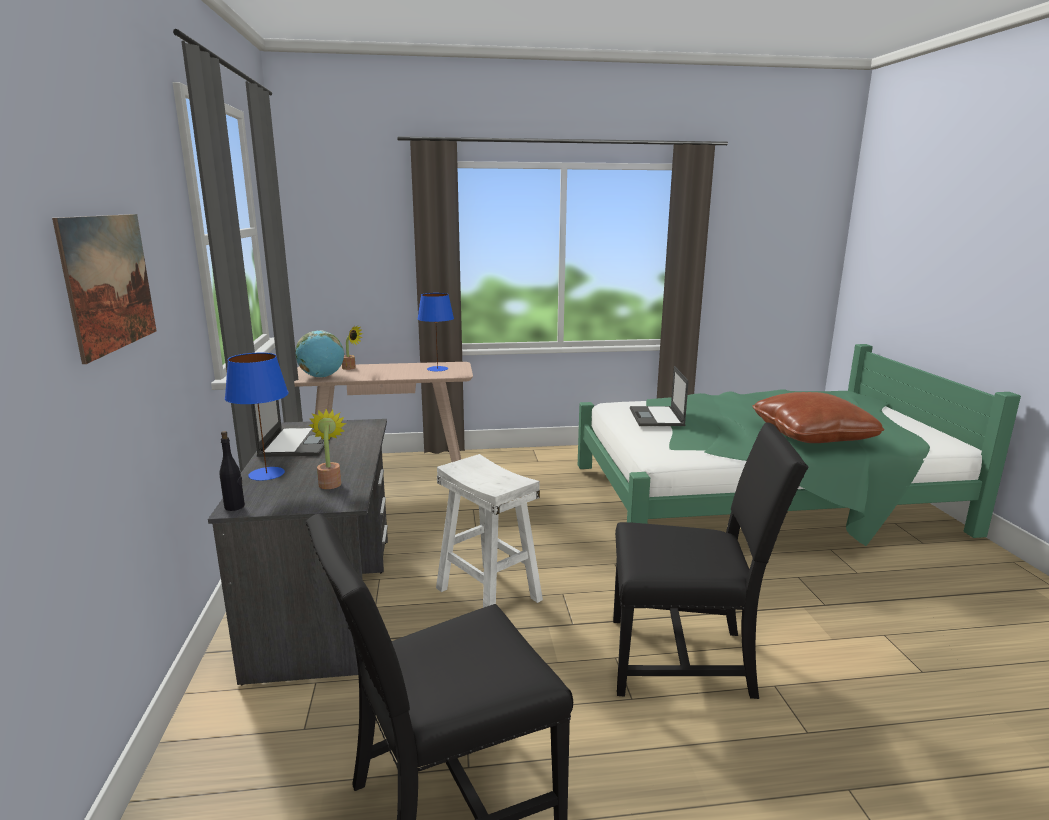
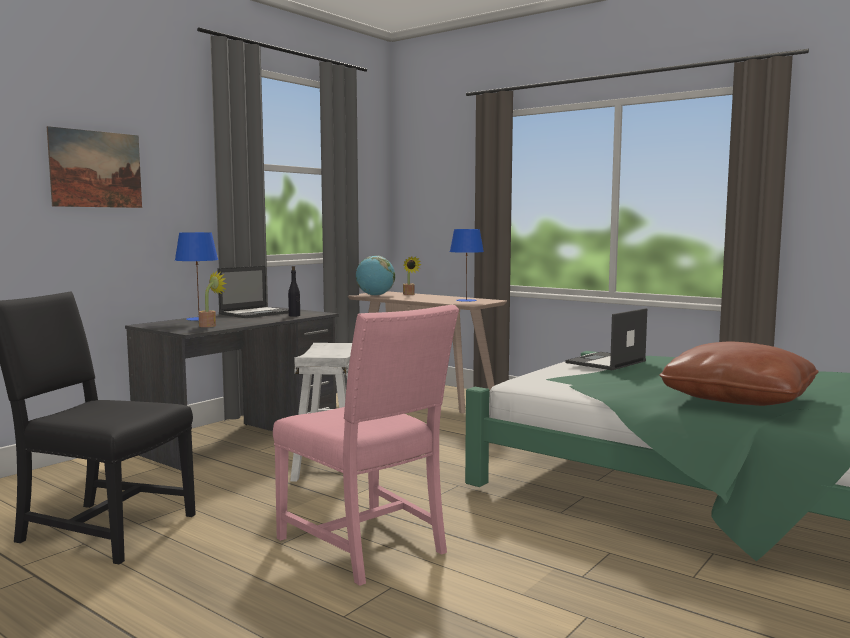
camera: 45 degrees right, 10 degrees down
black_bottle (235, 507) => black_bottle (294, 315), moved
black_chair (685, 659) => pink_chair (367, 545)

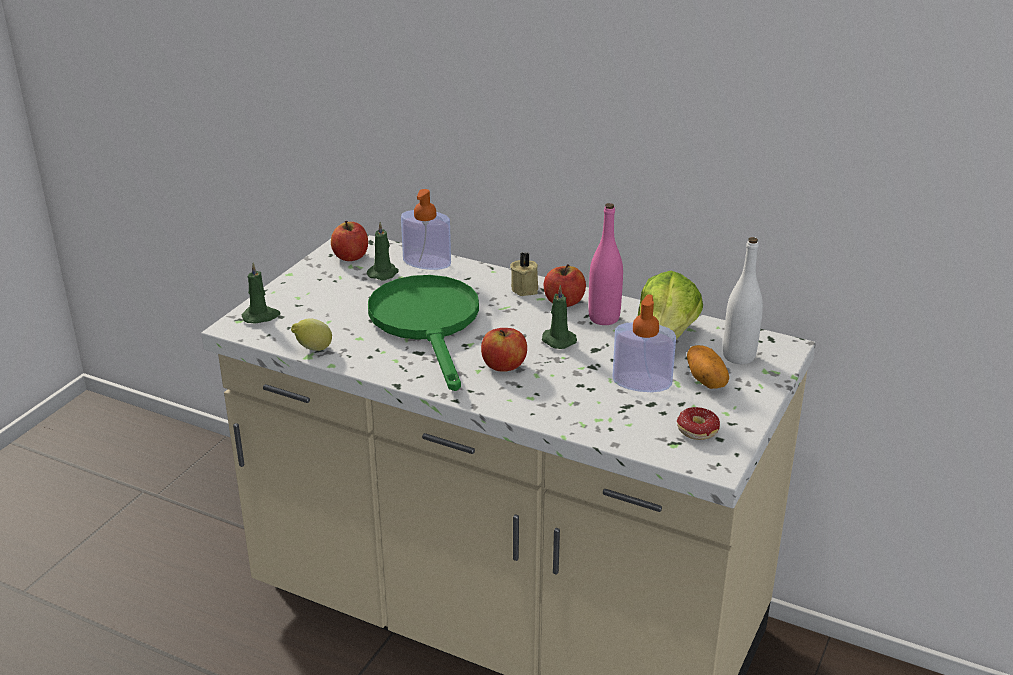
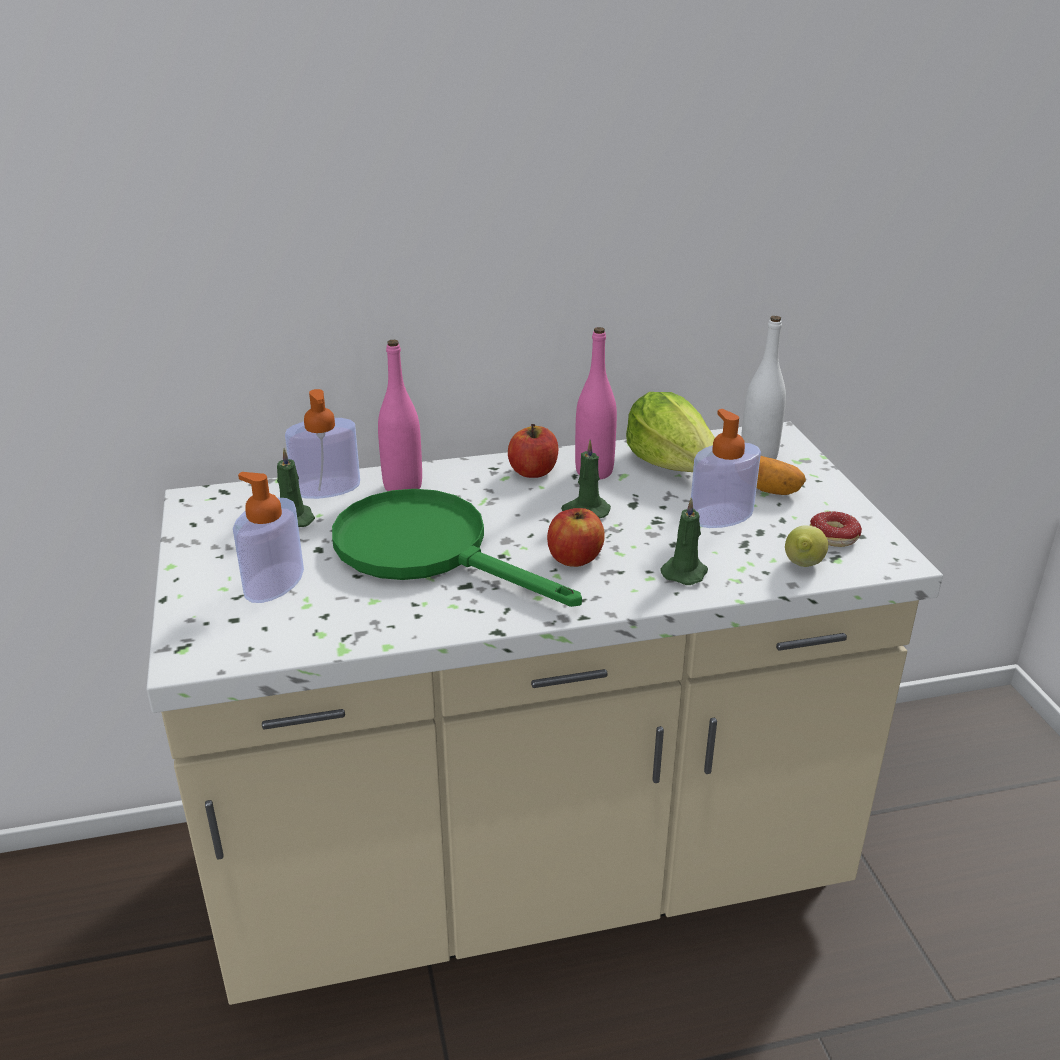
camera: 40 degrees left, 0 degrees up
apple (351, 256) => nothing
beige_candle (525, 288) => nothing
nothing => soap_dispenser (274, 582)
nothing => pink_bottle (403, 487)
green_candle (261, 316) => green_candle (685, 572), moved
lemon (313, 349) => lemon (802, 566), moved

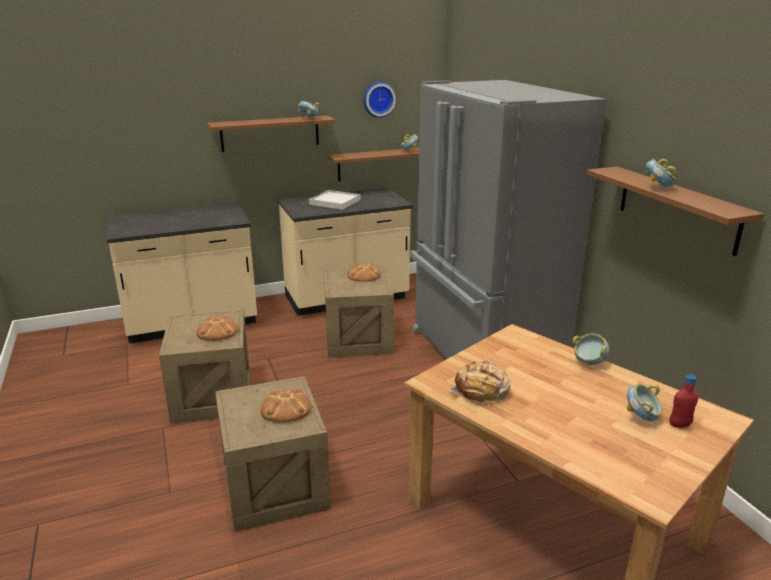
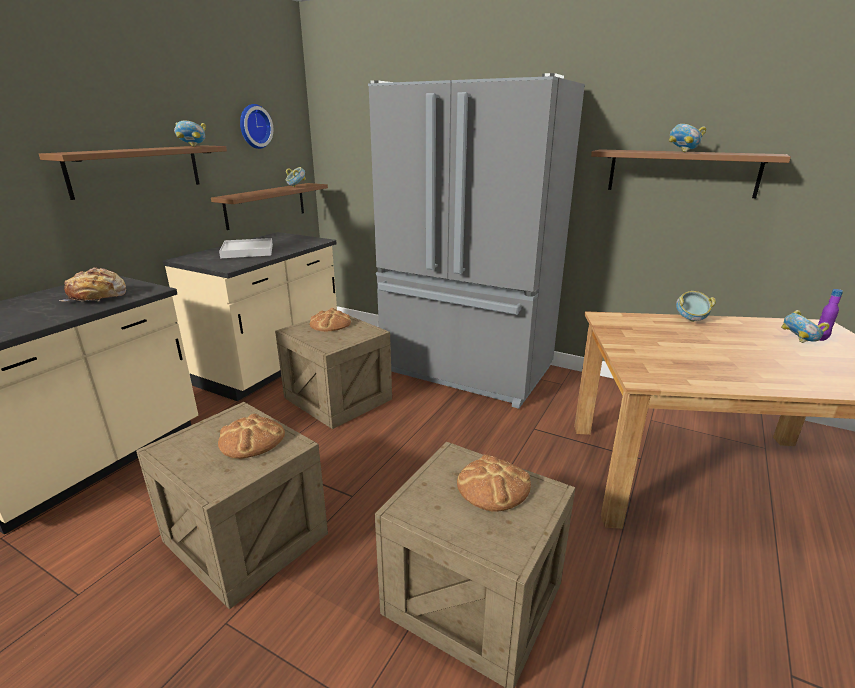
camera: 40 degrees left, 0 degrees up
bread (481, 391) => bread (98, 297), moved
red_bottle (680, 425) => purple_bottle (821, 338)

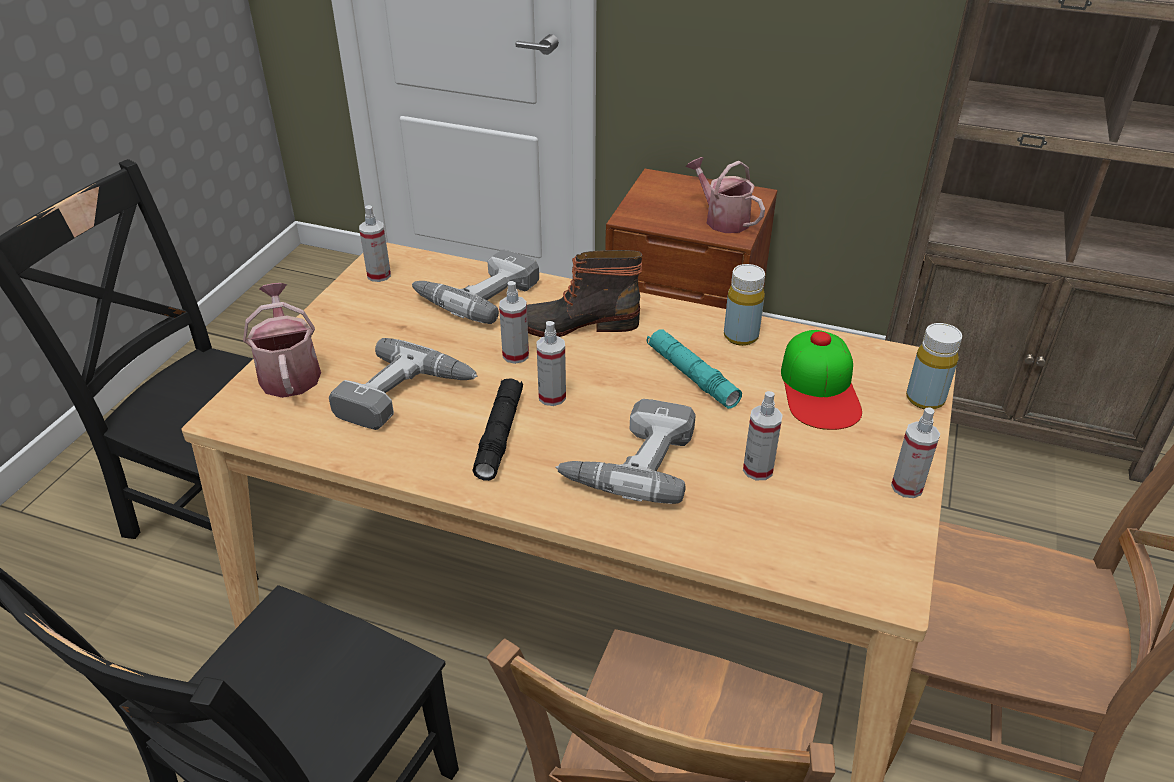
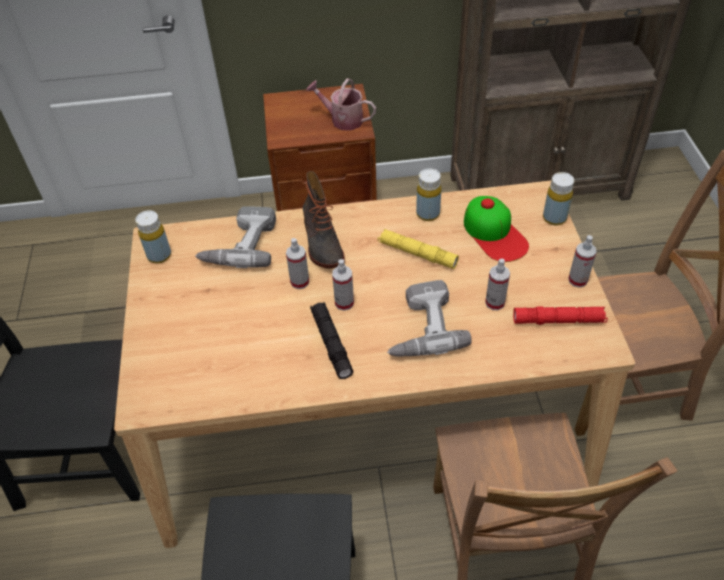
camera: 25 degrees left, 10 degrees up
watering_can (289, 372) => nothing
power_drill (405, 397) => nothing
nothing => red_flashlight (558, 320)
spray_bottle (379, 275) => yellow_bottle (159, 255)
turquoise_flashlight (691, 375) => yellow_flashlight (417, 253)
boot (576, 323) => boot (321, 243), 75 degrees counterclockwise

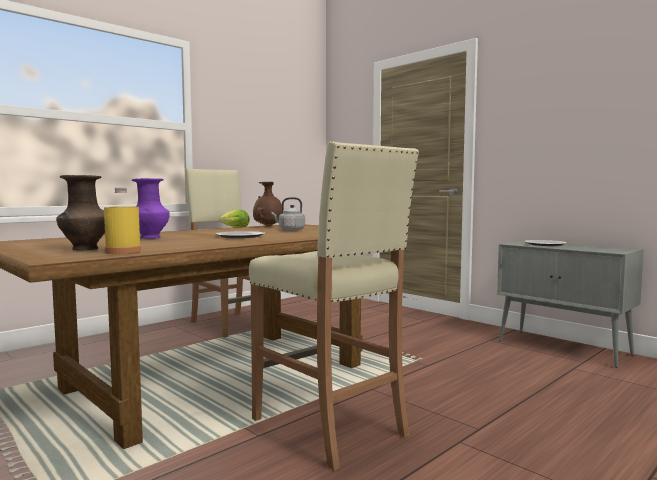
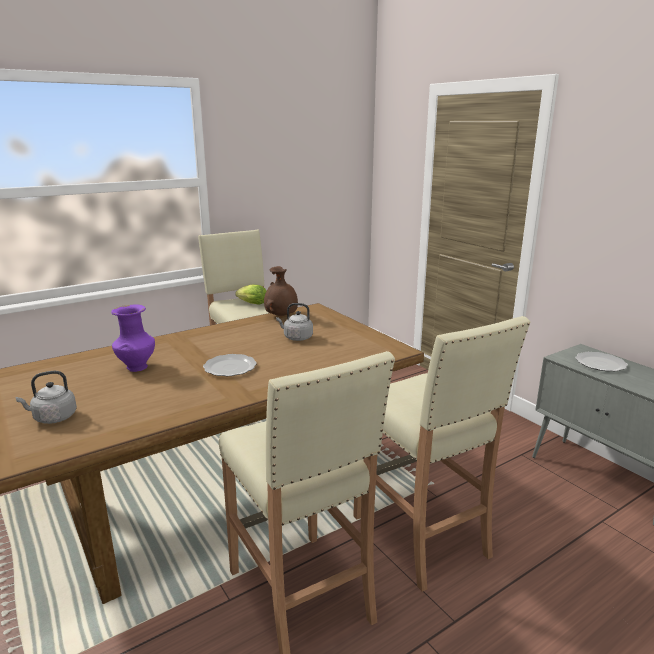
camera: 10 degrees right, 15 degrees up
yellow_bottle (123, 252) => nothing
nothing => beige_stool (421, 536)
brown_vase (84, 249) => grey_kettle (53, 418)

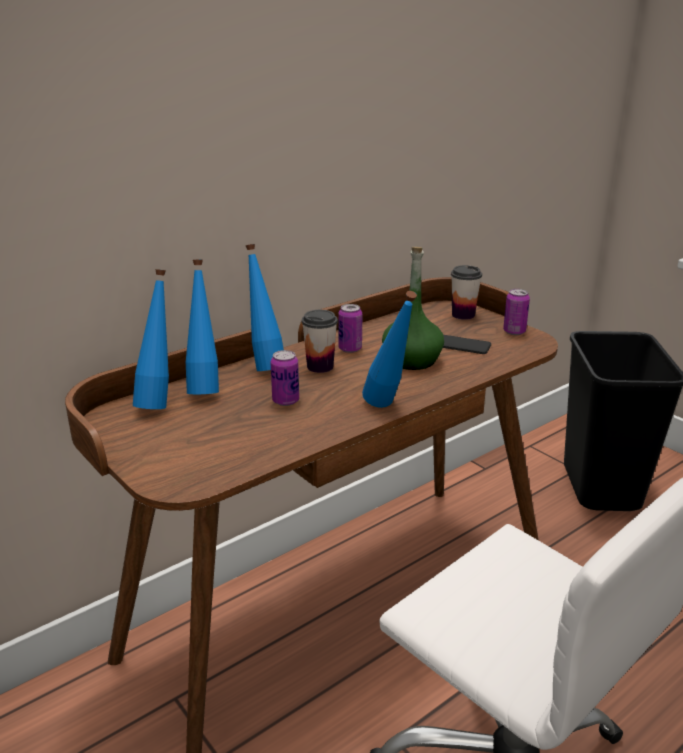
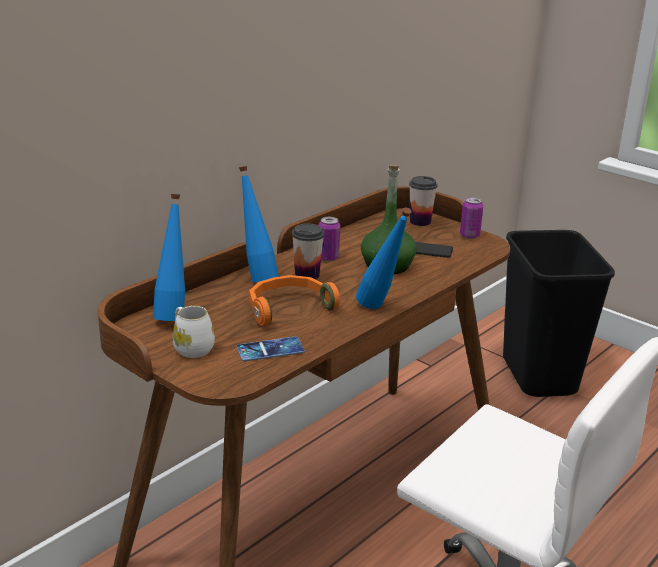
camera: 10 degrees left, 0 degrees up
blue_bottle (205, 389) => nothing
nothing => white_mug (191, 347)
nothing => phone (270, 349)
can (285, 401) => orange_headphones (288, 308)

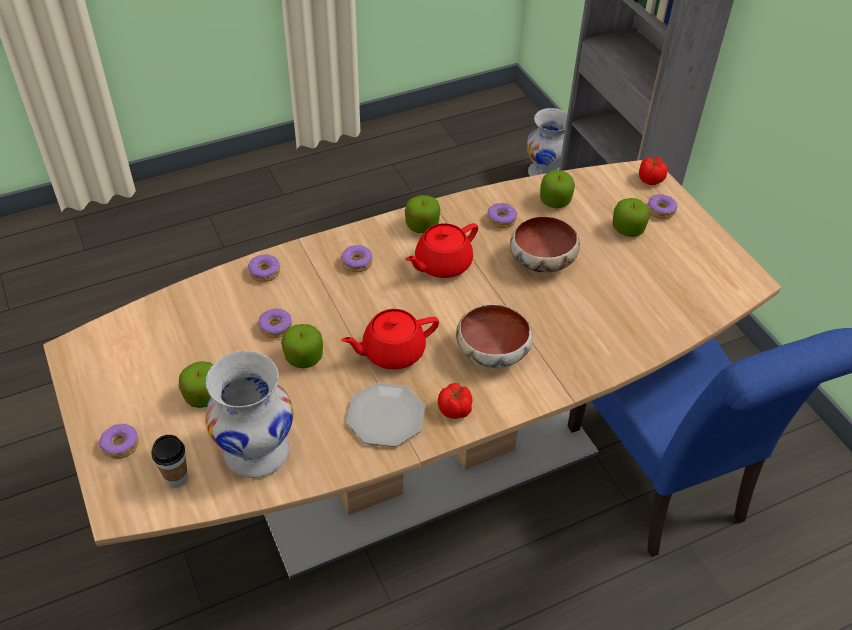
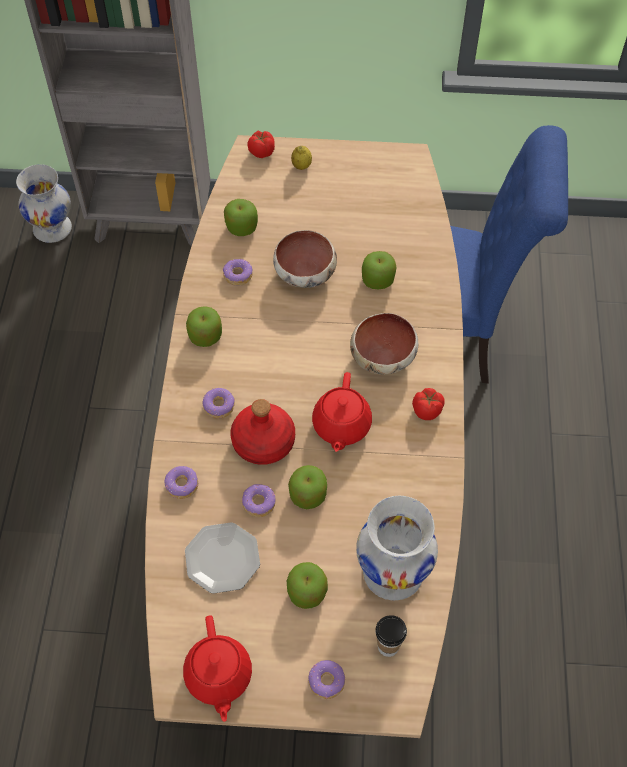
camera: 60 degrees left, 10 degrees up
nothing => red_bottle (264, 441)
plate (385, 416) => plate (222, 559), moved
red_teapot (442, 264) => red_teapot (218, 676), moved
apple (628, 229) => apple (377, 280), moved
donut (660, 210) => lemon (301, 166)

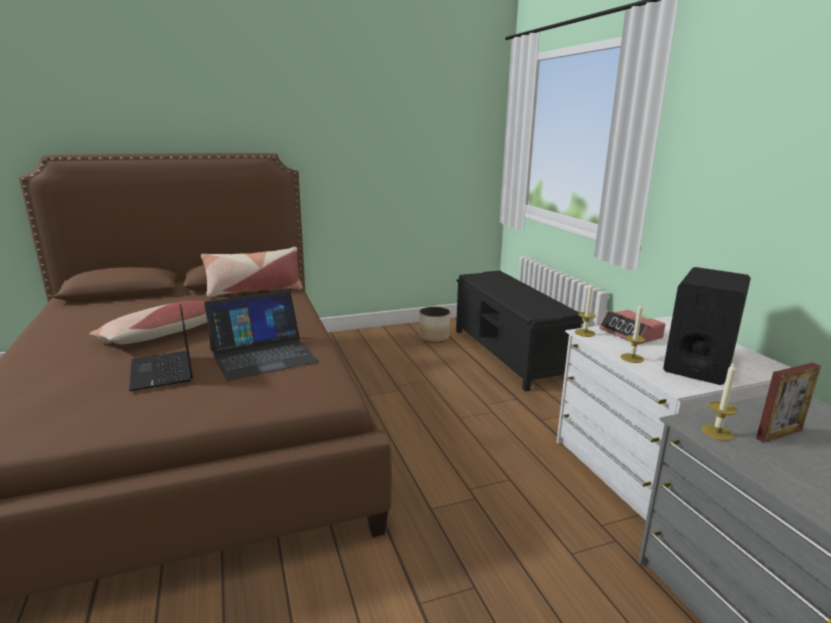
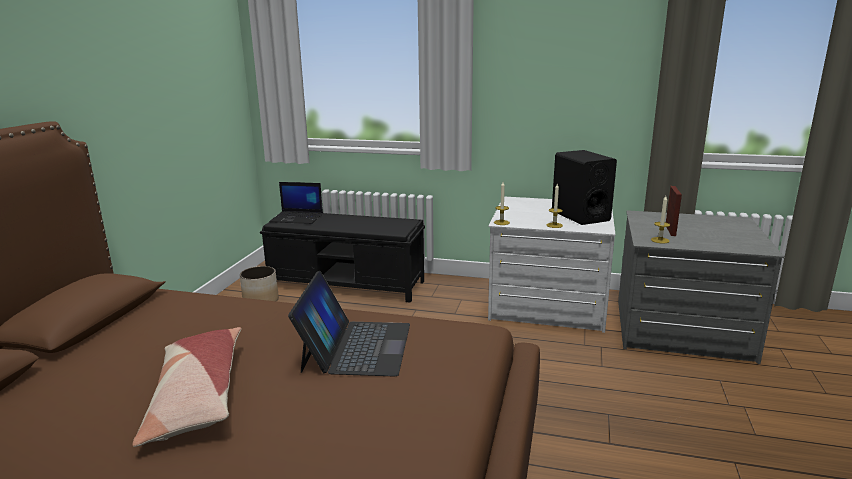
camera: 55 degrees left, 0 degrees up
pillow (254, 290) => nothing
alarm_clock (631, 334) => nothing
laptop (163, 371) => laptop (297, 218), moved

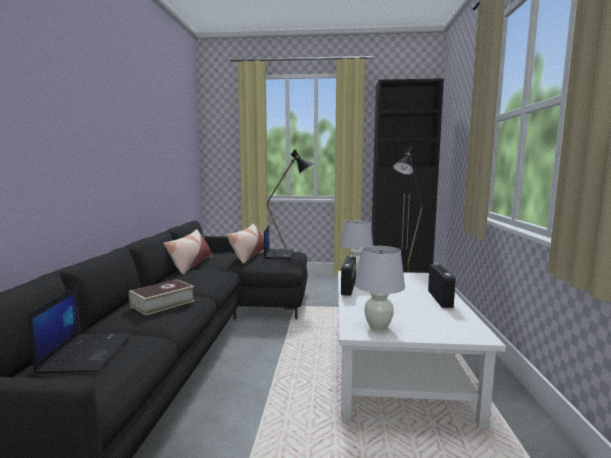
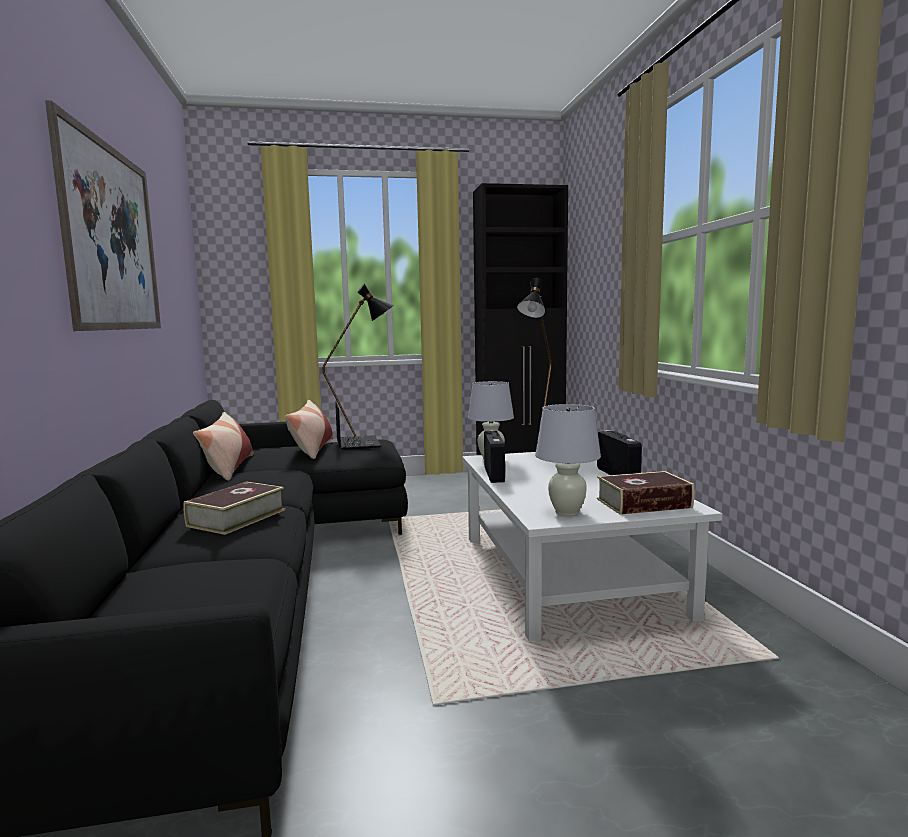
camera: 15 degrees left, 0 degrees up
laptop (86, 352) => nothing
nothing => picture (113, 238)
nothing => book (643, 503)

